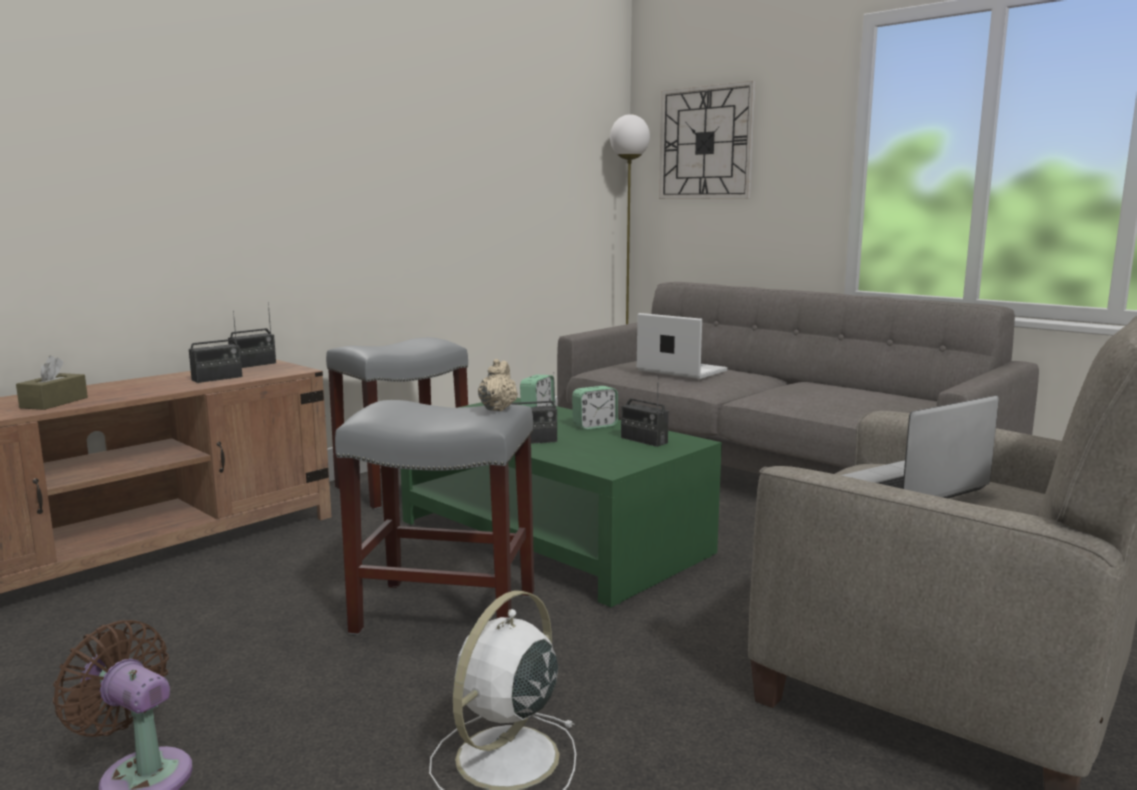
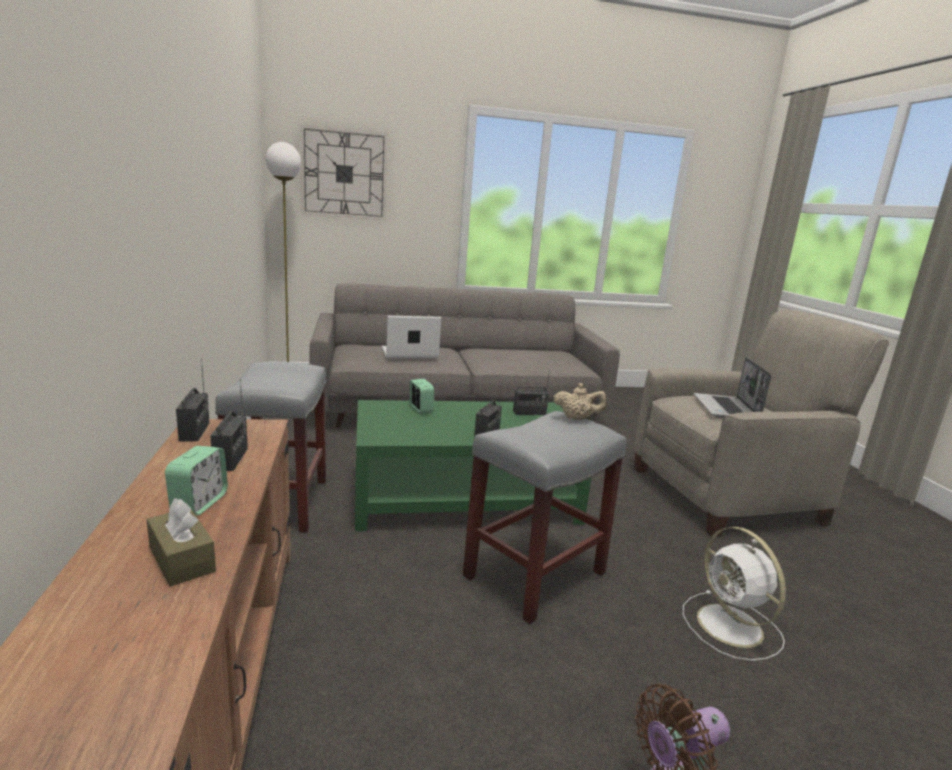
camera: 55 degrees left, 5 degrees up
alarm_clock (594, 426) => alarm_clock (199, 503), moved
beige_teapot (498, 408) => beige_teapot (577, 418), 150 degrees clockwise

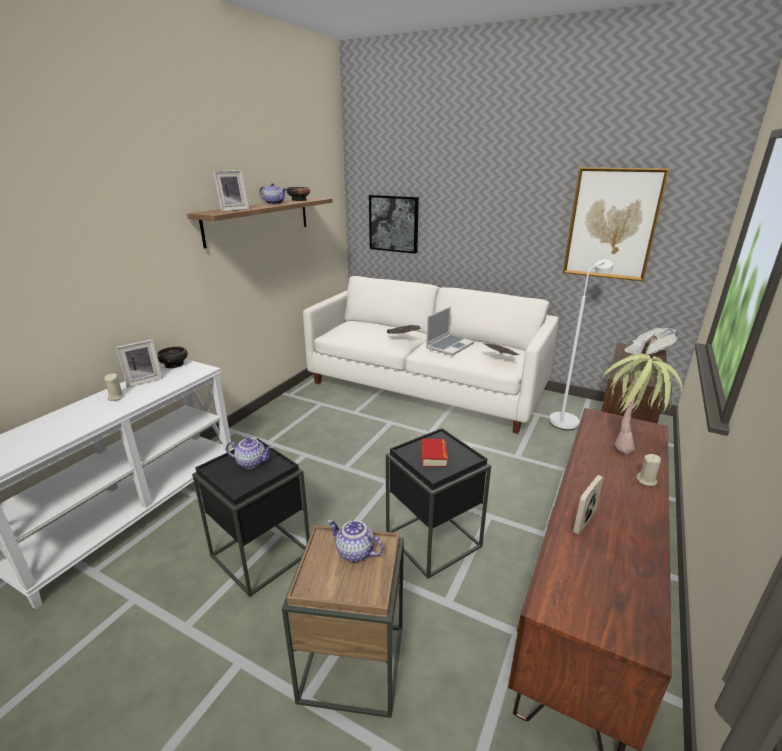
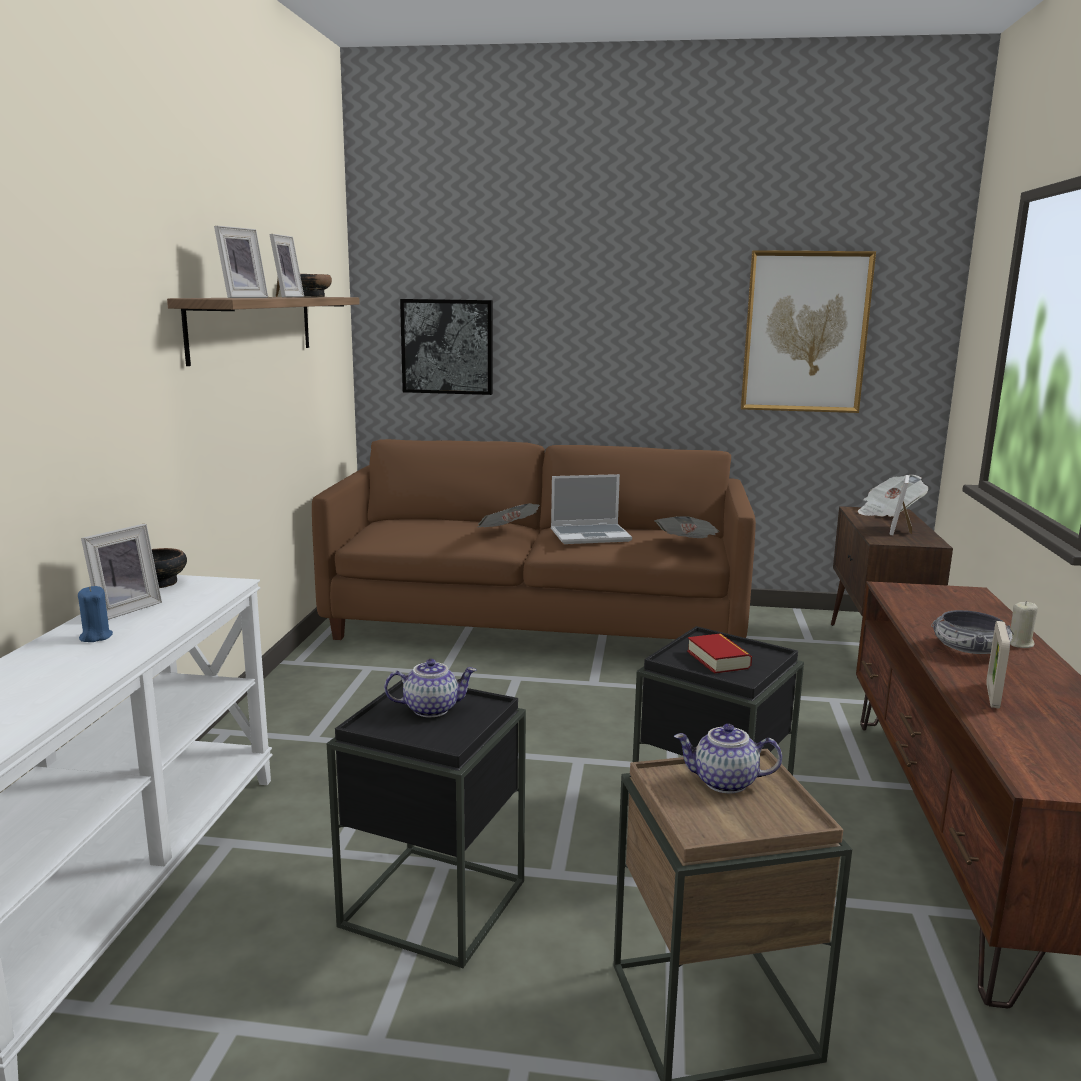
camera: 20 degrees left, 10 degrees down
white_floor_lamp (566, 419) => nothing
potted_plant (627, 441) => nothing
nothing => bowl (968, 648)
teapot (274, 203) => picture_frame (284, 297)
beige_candle (116, 397) => blue_candle (95, 637)
white_sofa (425, 387) => brown_sofa (537, 622)
laptop (449, 345) => laptop (591, 535), 60 degrees clockwise

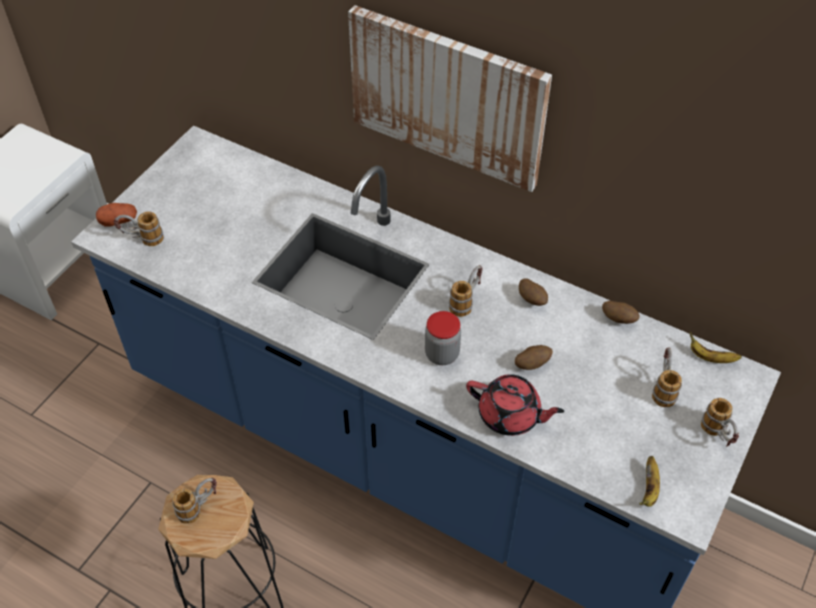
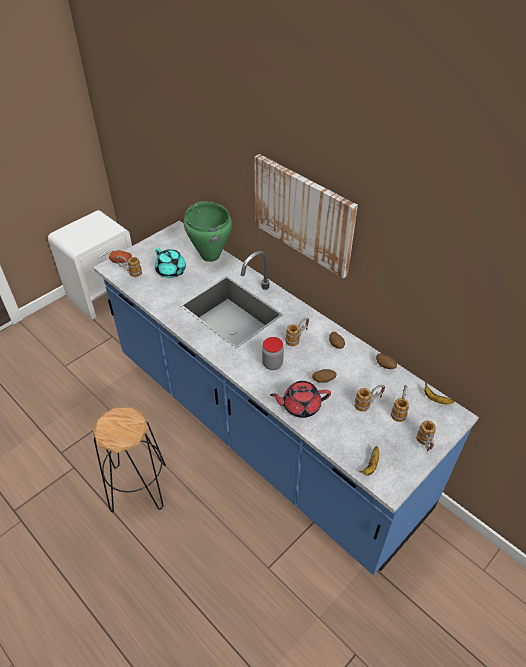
camera: 15 degrees right, 5 degrees down
nothing => turquoise_teapot (171, 271)
nothing => green_cooking_pot (210, 255)
mug (199, 507) => mug (368, 403), moved
red_teapot (510, 415) => red_teapot (300, 406), 135 degrees clockwise

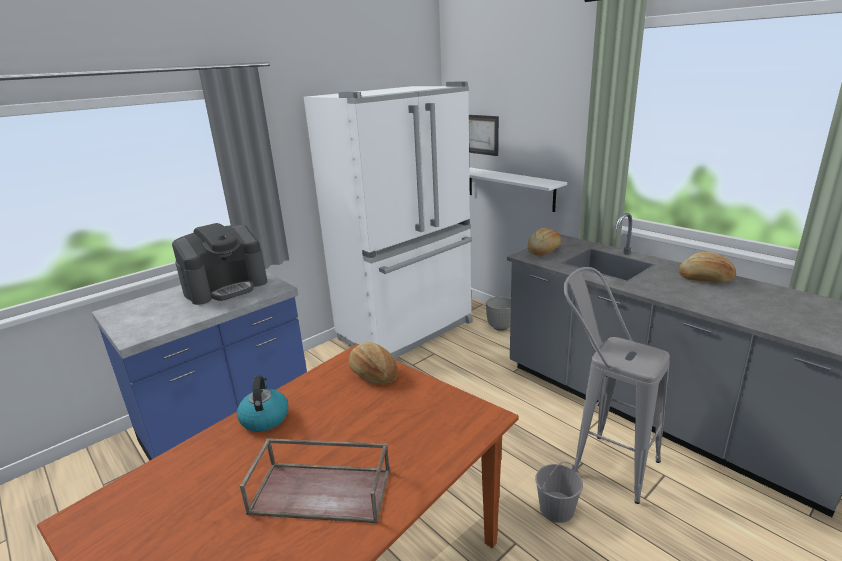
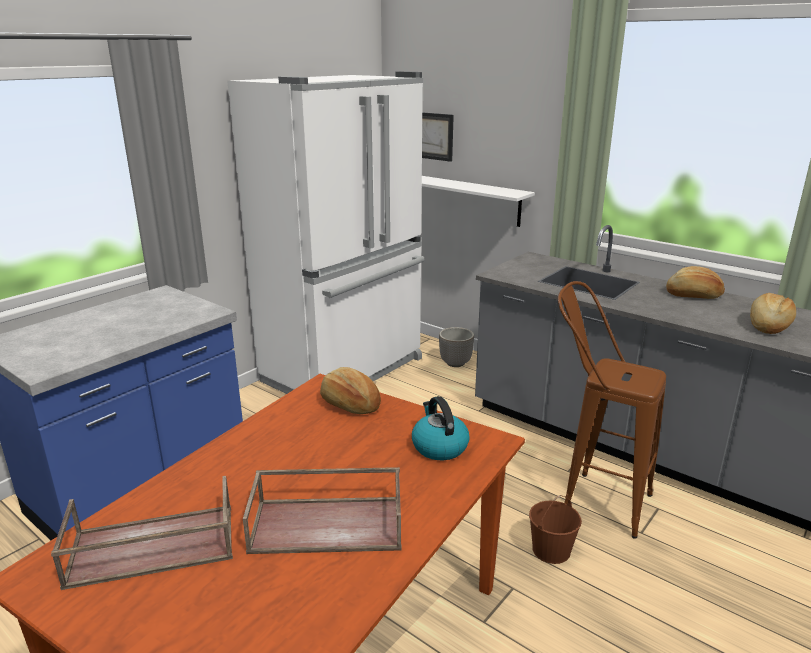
camera: 10 degrees left, 0 degrees up
coffee_machine (226, 287) => nothing
nothing => brown_tray (151, 547)
kettle (264, 418) => kettle (439, 446), moved
bread (543, 250) => bread (767, 325), moved
grey_bucket (556, 509) => brown_bucket (551, 550)
grey_stool (602, 461) => brown_stool (591, 499)

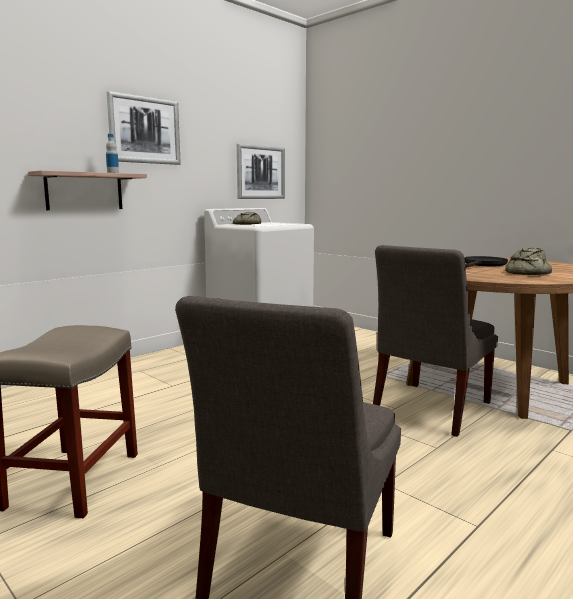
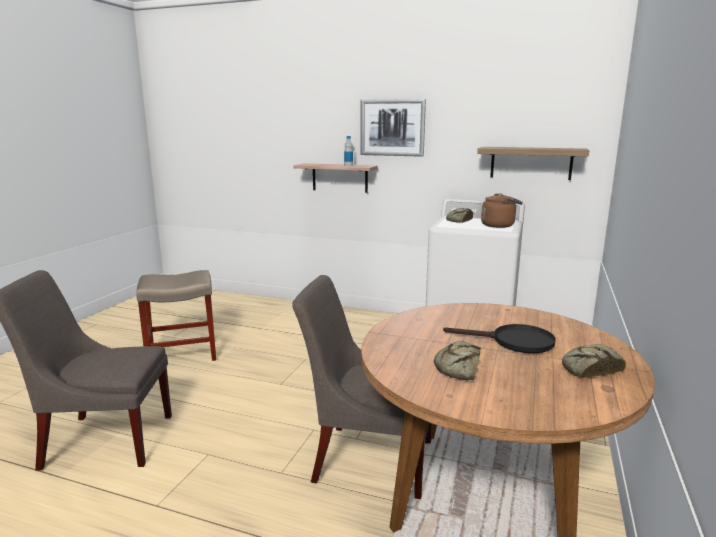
camera: 65 degrees right, 5 degrees up
nothing => brown_kettle (499, 225)
picture (260, 172) => shelf (531, 163)

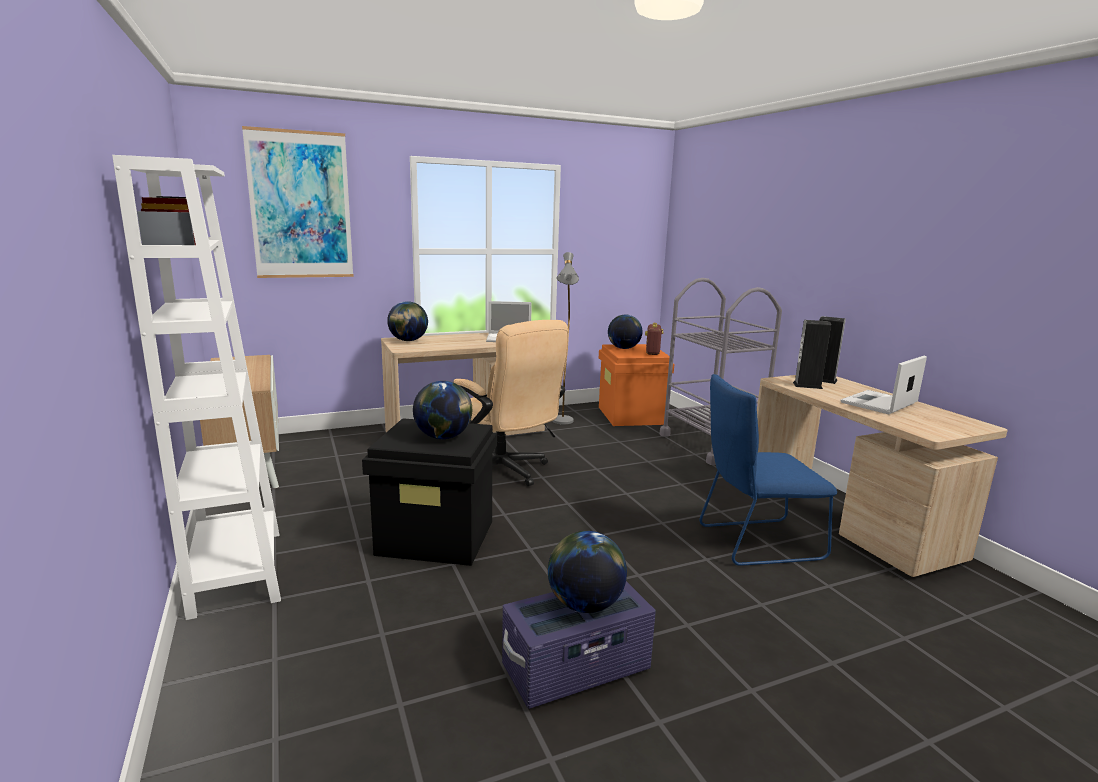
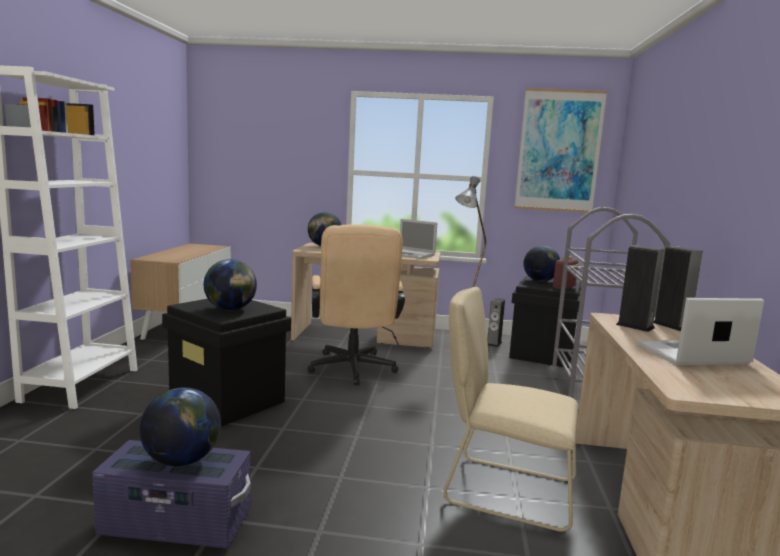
camera: 30 degrees right, 5 degrees down
nothing => speaker (494, 343)
picture (300, 205) => picture (559, 151), moved
orange_storage_box (631, 415) => black_storage_box (542, 354)
blue_chair (754, 542) => beige_chair (503, 490)

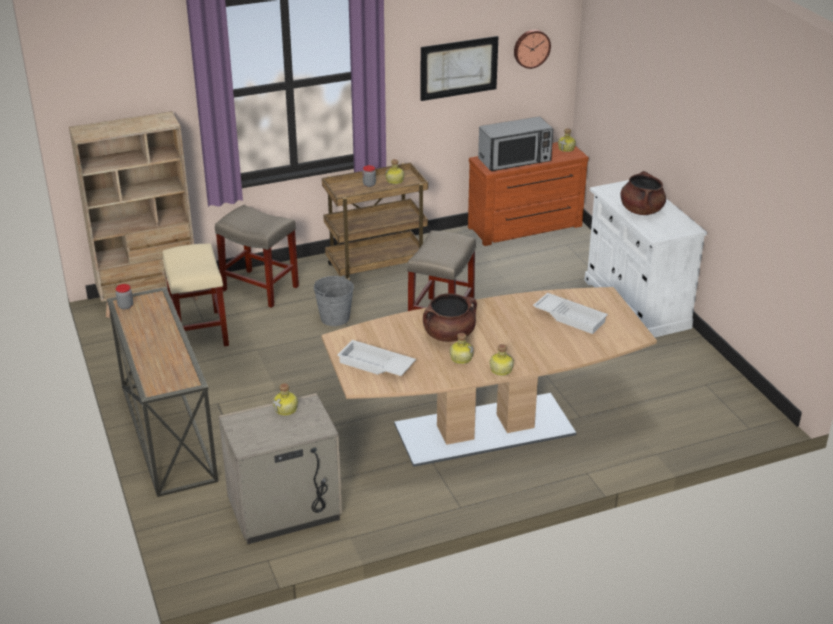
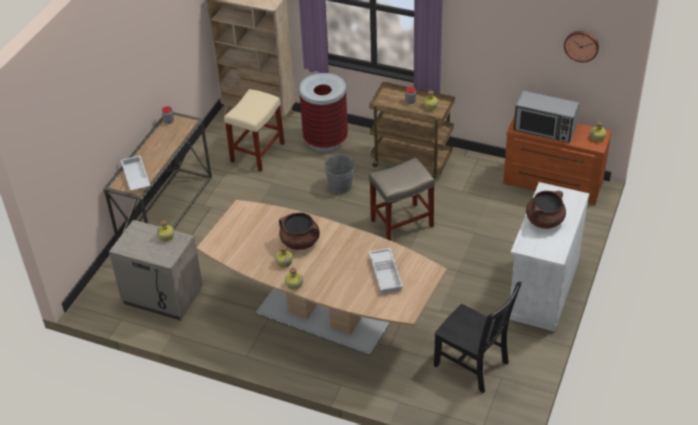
camera: 45 degrees right, 10 degrees up
picture (459, 68) => nothing
nothing => black_chair (473, 365)
white_tray (375, 365) => white_tray (135, 177), moved
beige_stool (261, 288) => trash_can (326, 140)

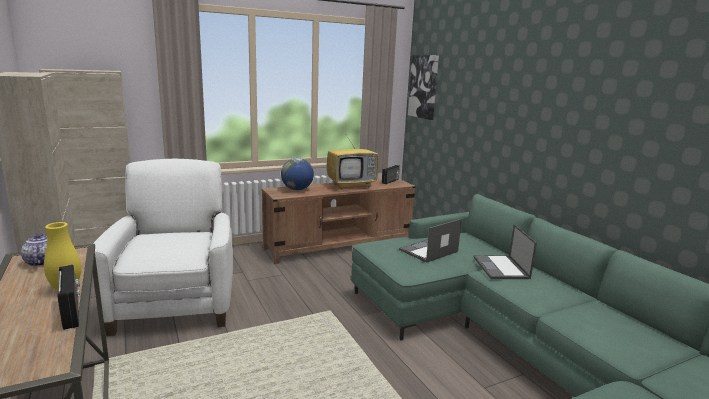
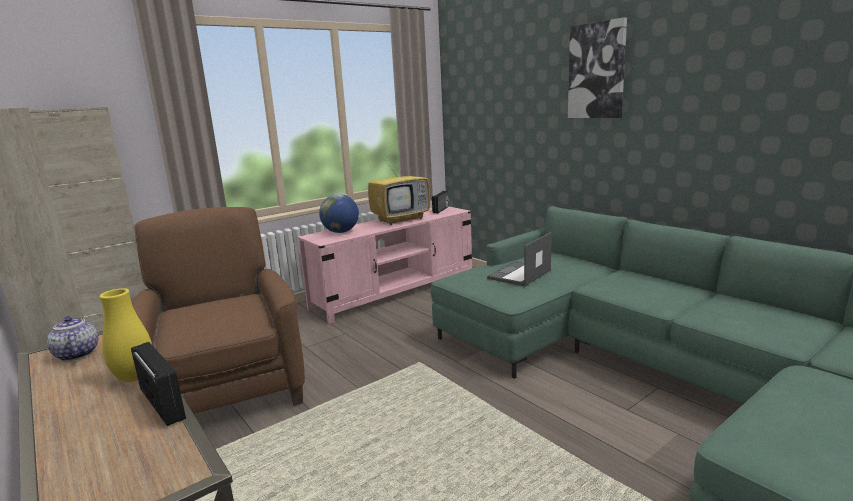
camera: 10 degrees left, 0 degrees up
laptop (501, 268) => nothing
picture (424, 87) => picture (597, 71), moved
white_armchair (176, 303) => brown_armchair (228, 388)
brown_tv_stand (340, 245) => pink_tv_stand (395, 291)

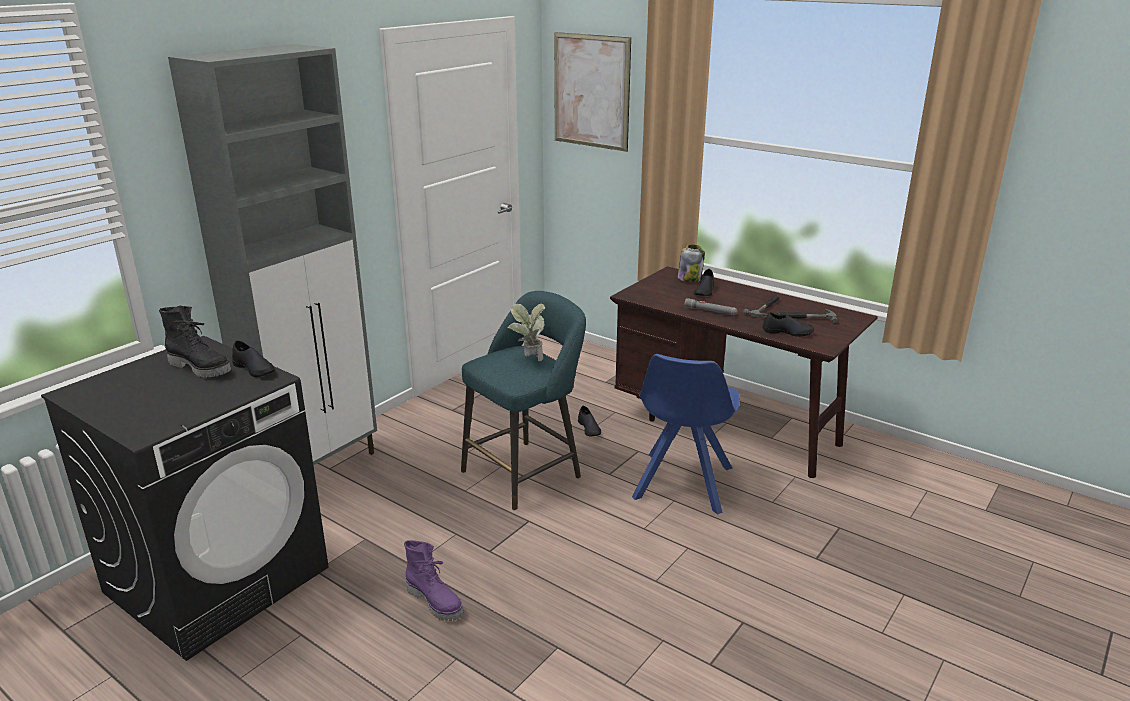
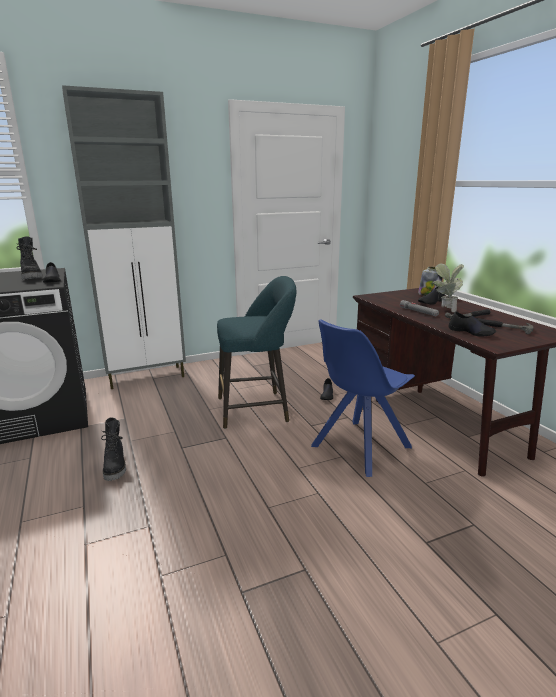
camera: 30 degrees right, 5 degrees down
picture (591, 91) => nothing
potted_plant (529, 359) => potted_plant (444, 310), moved
purple_boot (436, 601) => black_boot (116, 466)

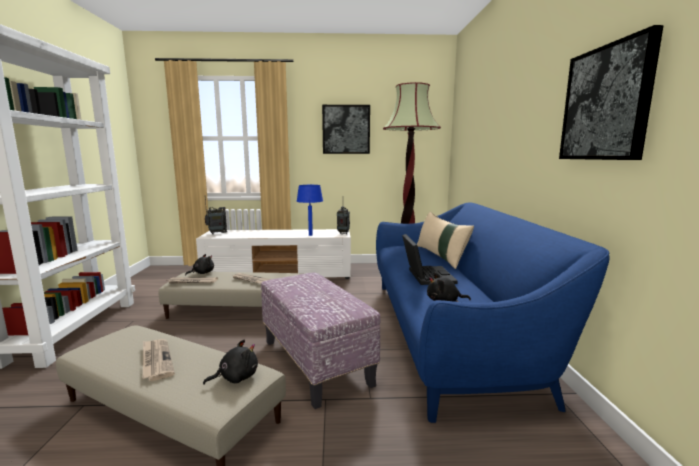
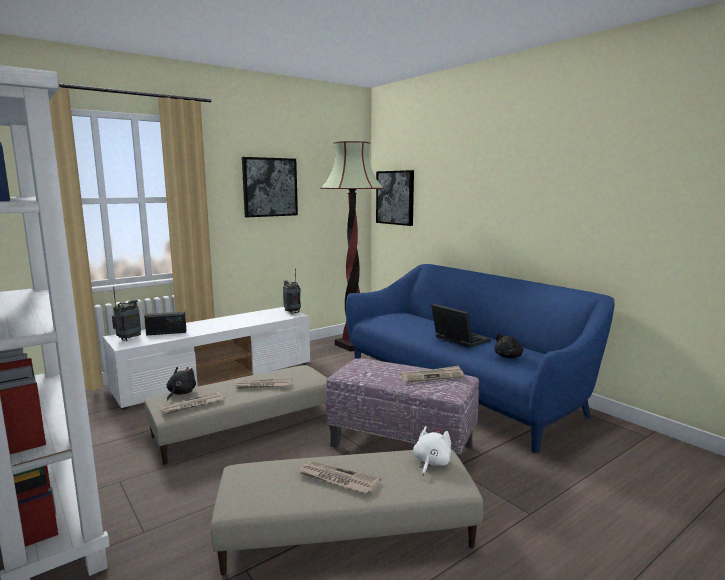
camera: 35 degrees left, 0 degrees up
blue_table_lamp (310, 235) => nothing
beige_pillow (441, 256) => nothing
nothing => radio (166, 333)
nothing => newspaper (432, 376)
picture (606, 103) => picture (395, 197), moved
black_plush_toy (236, 377) => white_plush_toy (431, 463)

